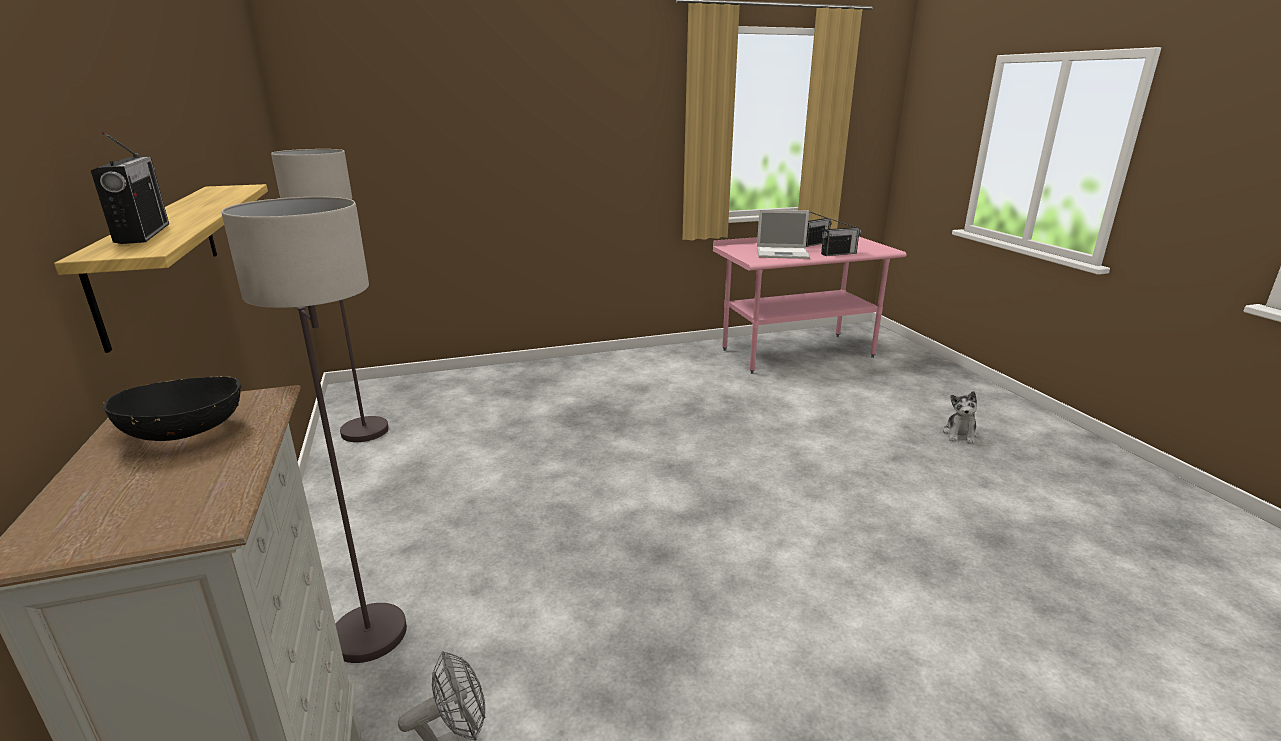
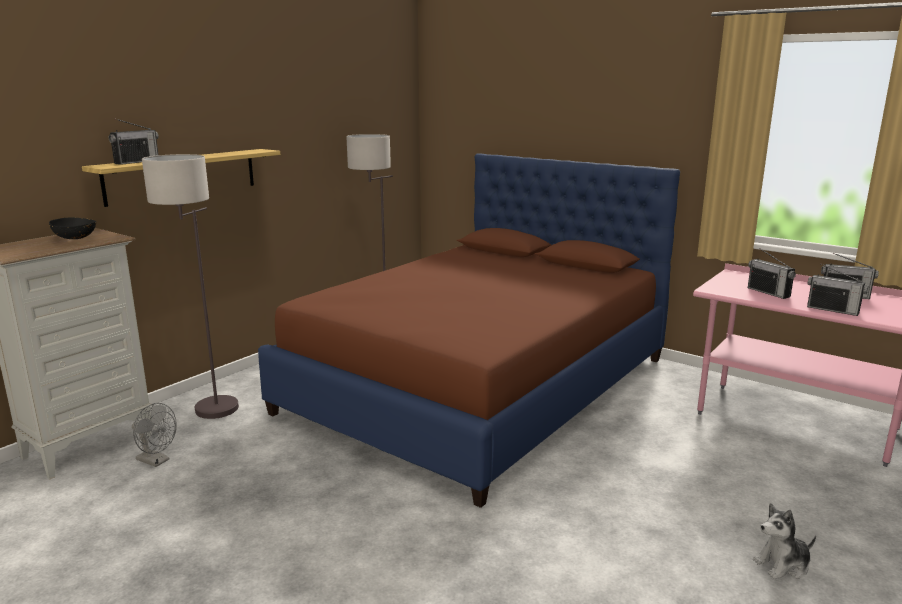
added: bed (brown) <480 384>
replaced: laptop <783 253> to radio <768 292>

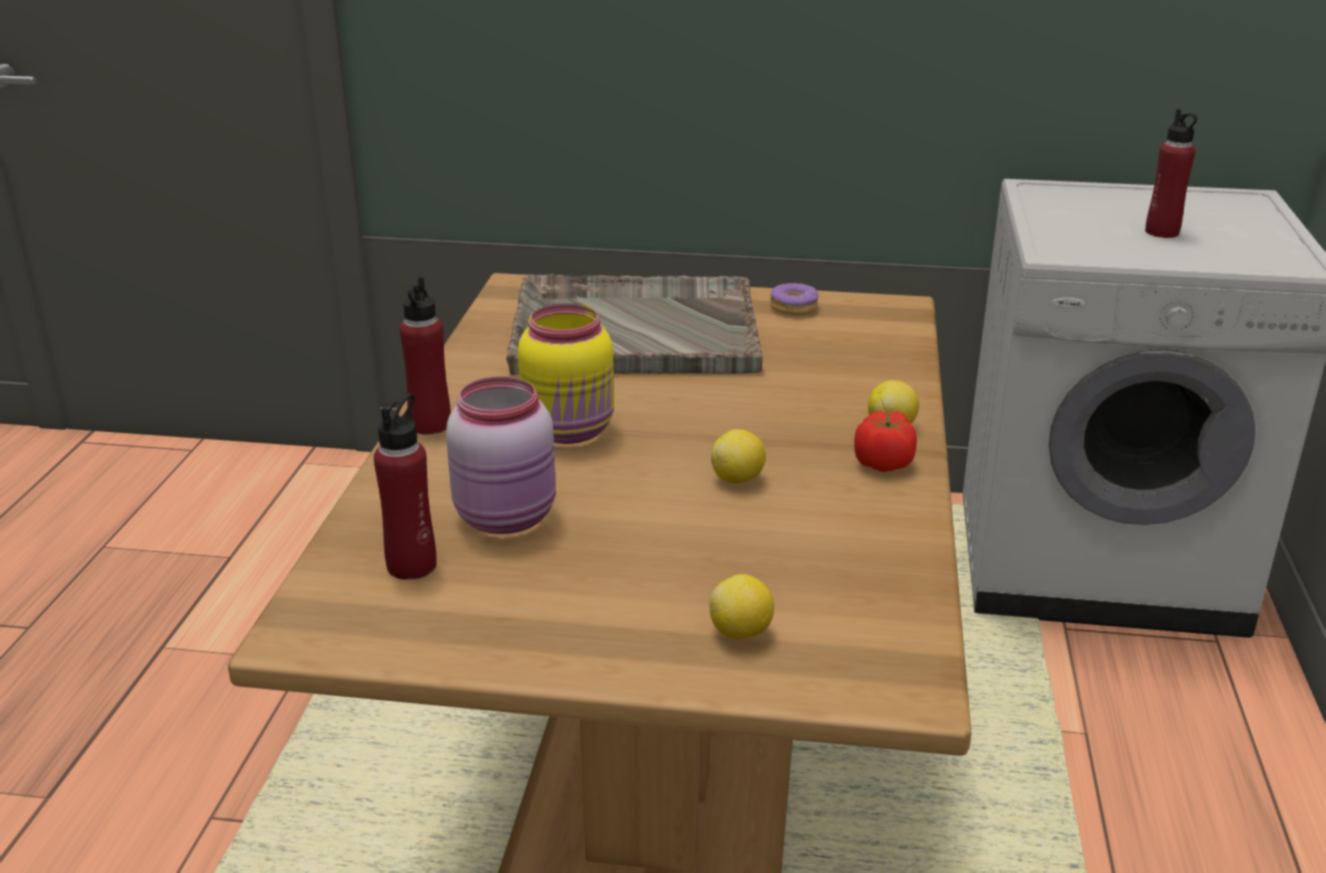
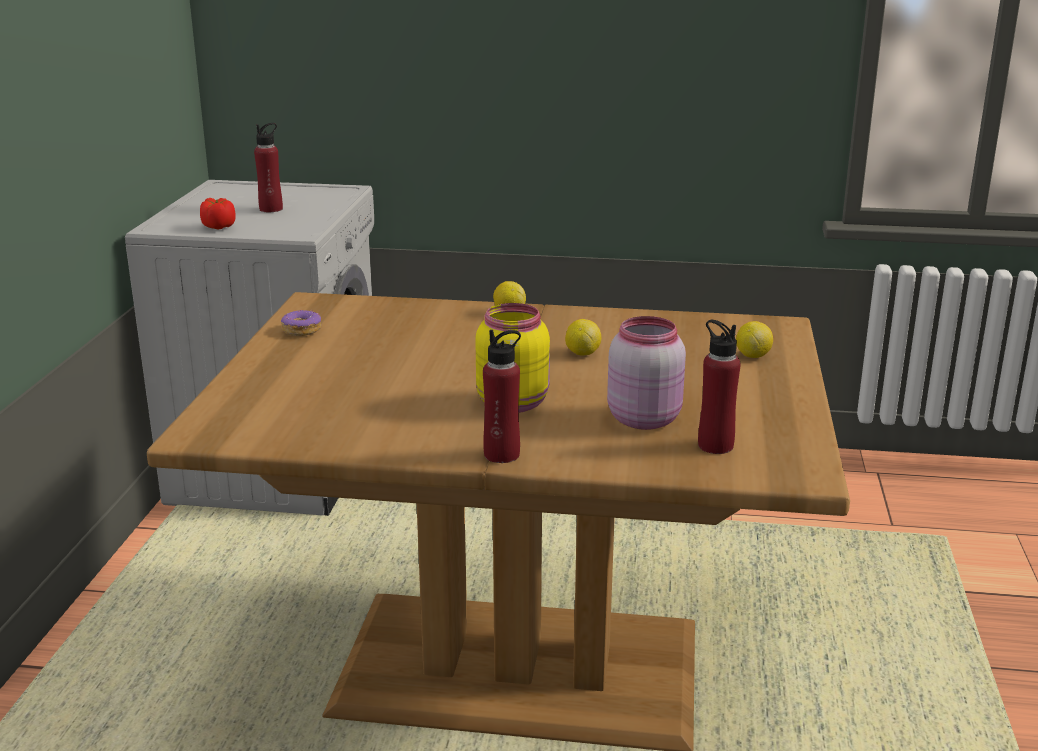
removed: tray (grey) <632 330>
moved: tomato <884 463> to <218 226>

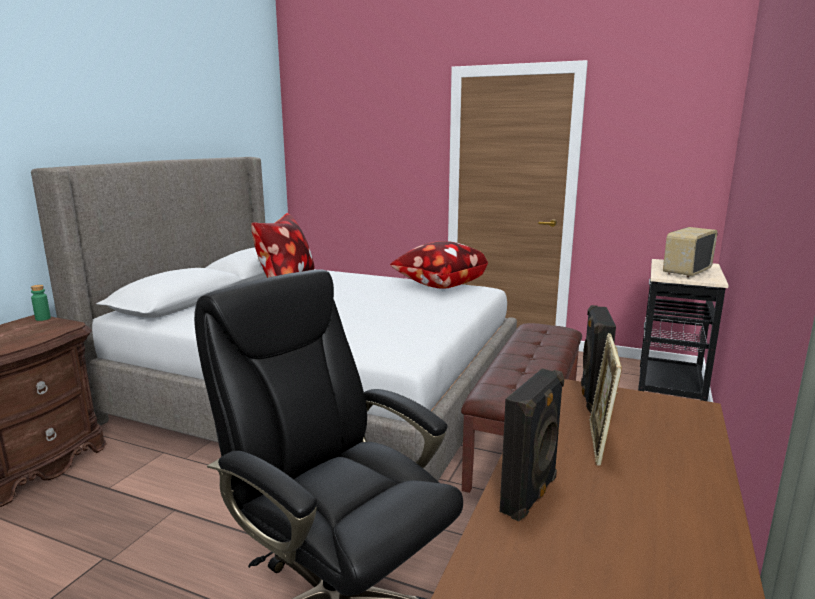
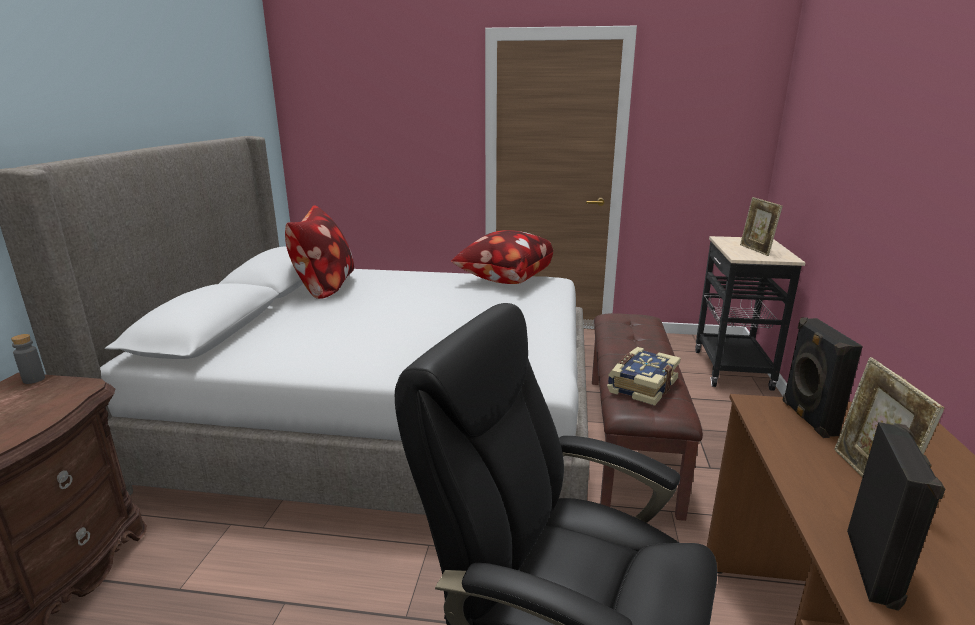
added: book <641 386>
replaced: radio <686 272> to picture frame <755 250>
recoloured: bottle (green) <43 318> to bottle (grey) <34 379>

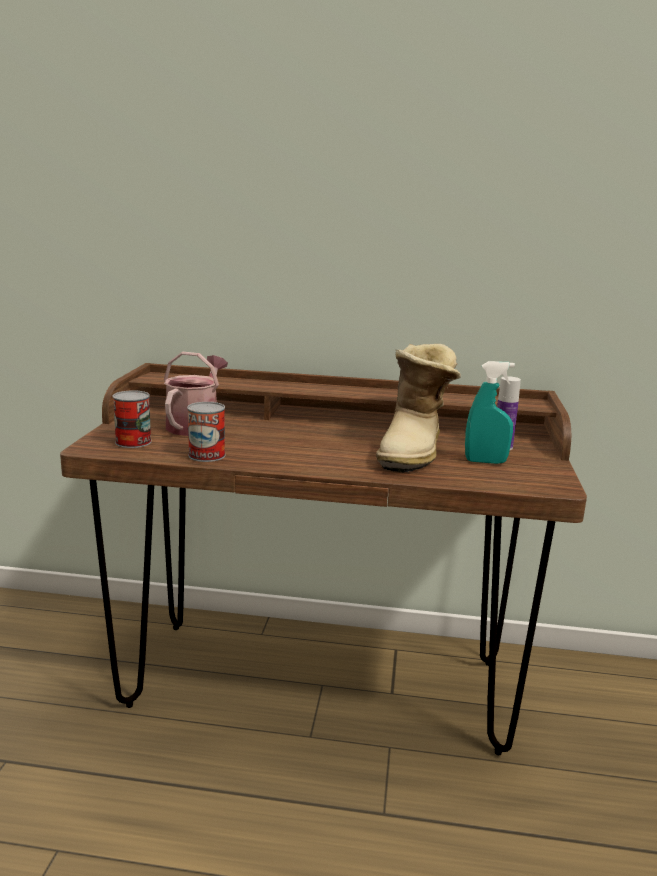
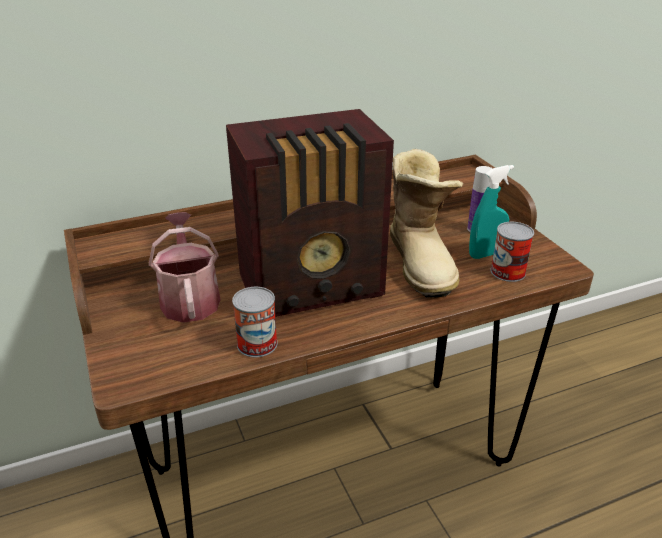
added: radio <314 287>
moved: can <133 442> to <508 272>

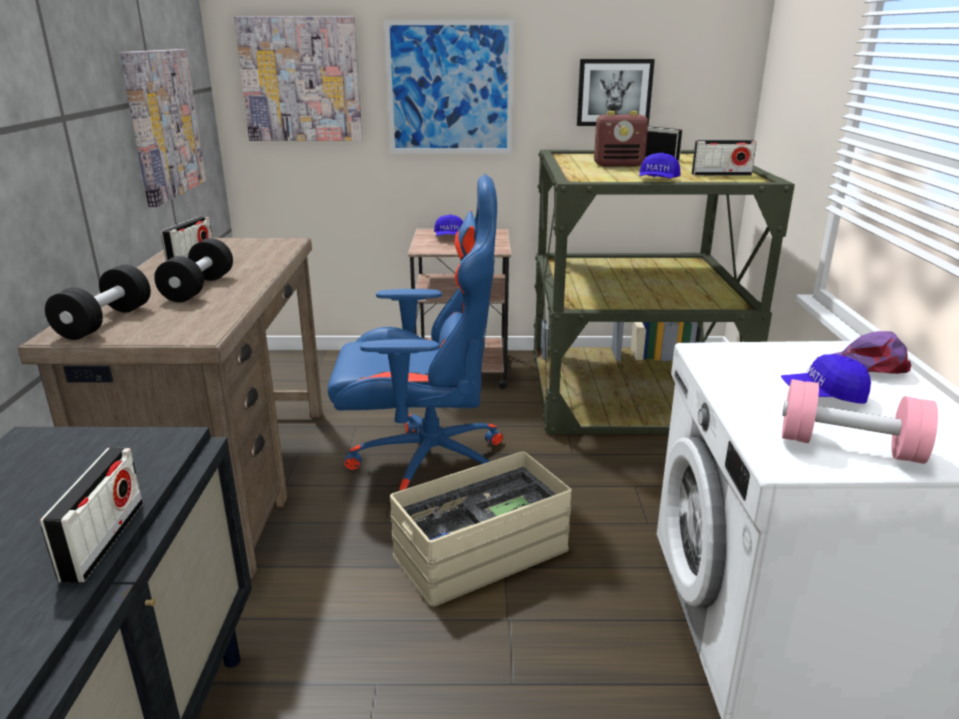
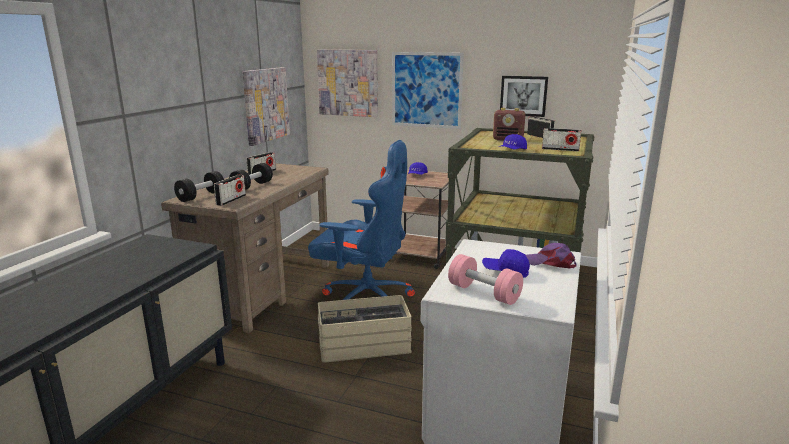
moved: radio <103 540> to <231 200>

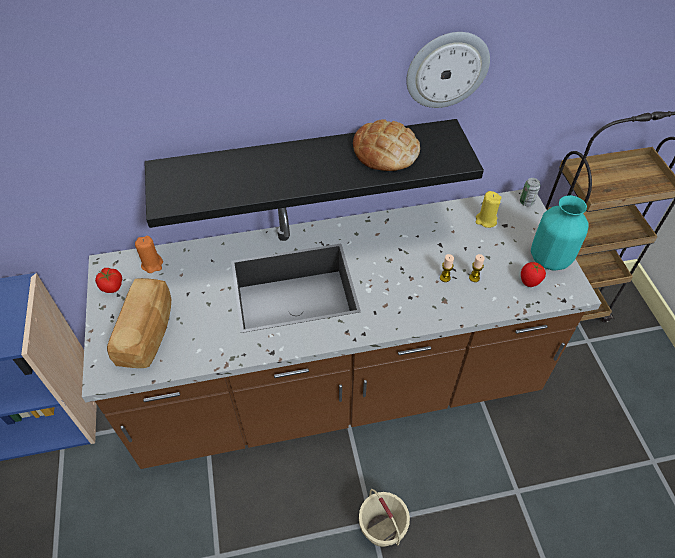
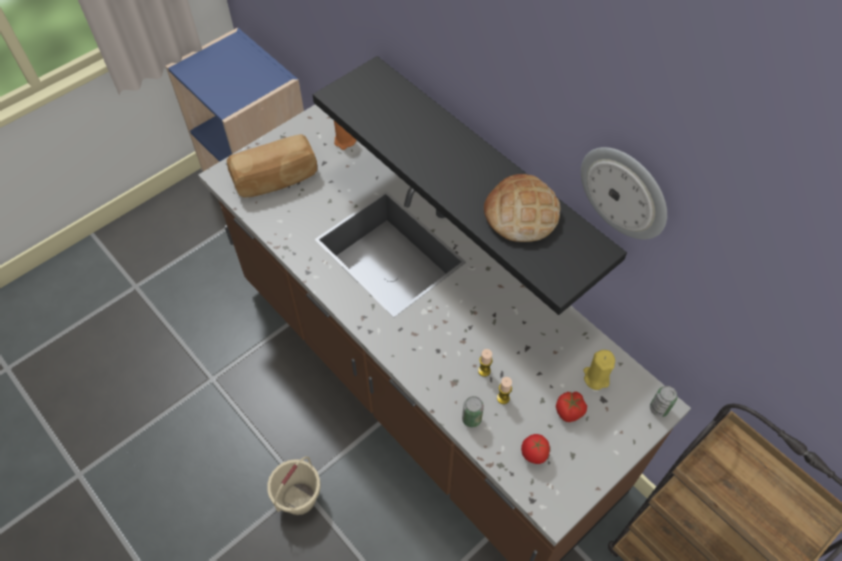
removed: vase (turquoise) <549 259>
added: can <471 419>
moved: tomato <112 286> to <569 411>

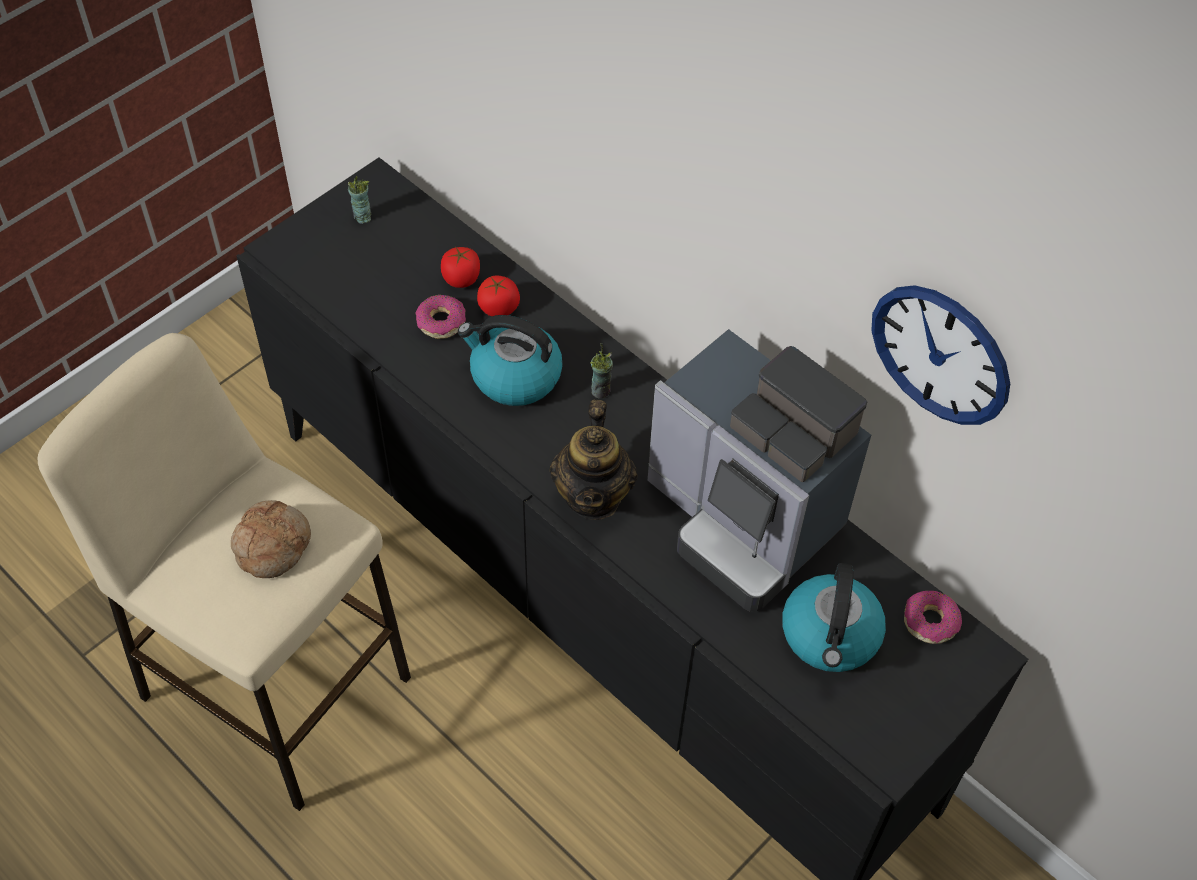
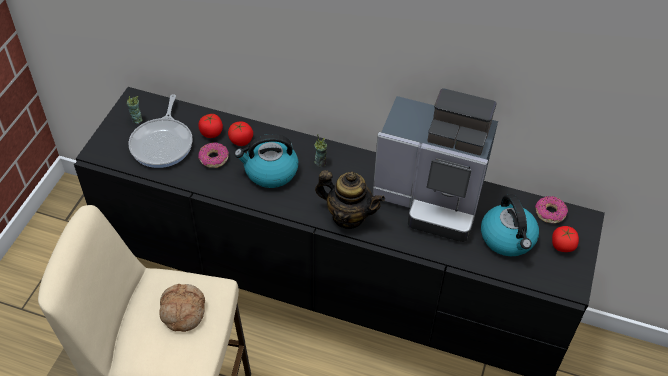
removed: wall clock <940 354>
added: frying pan <163 143>; tomato <562 245>
turned: teapot <593 495> = <348 216> 45 degrees counterclockwise

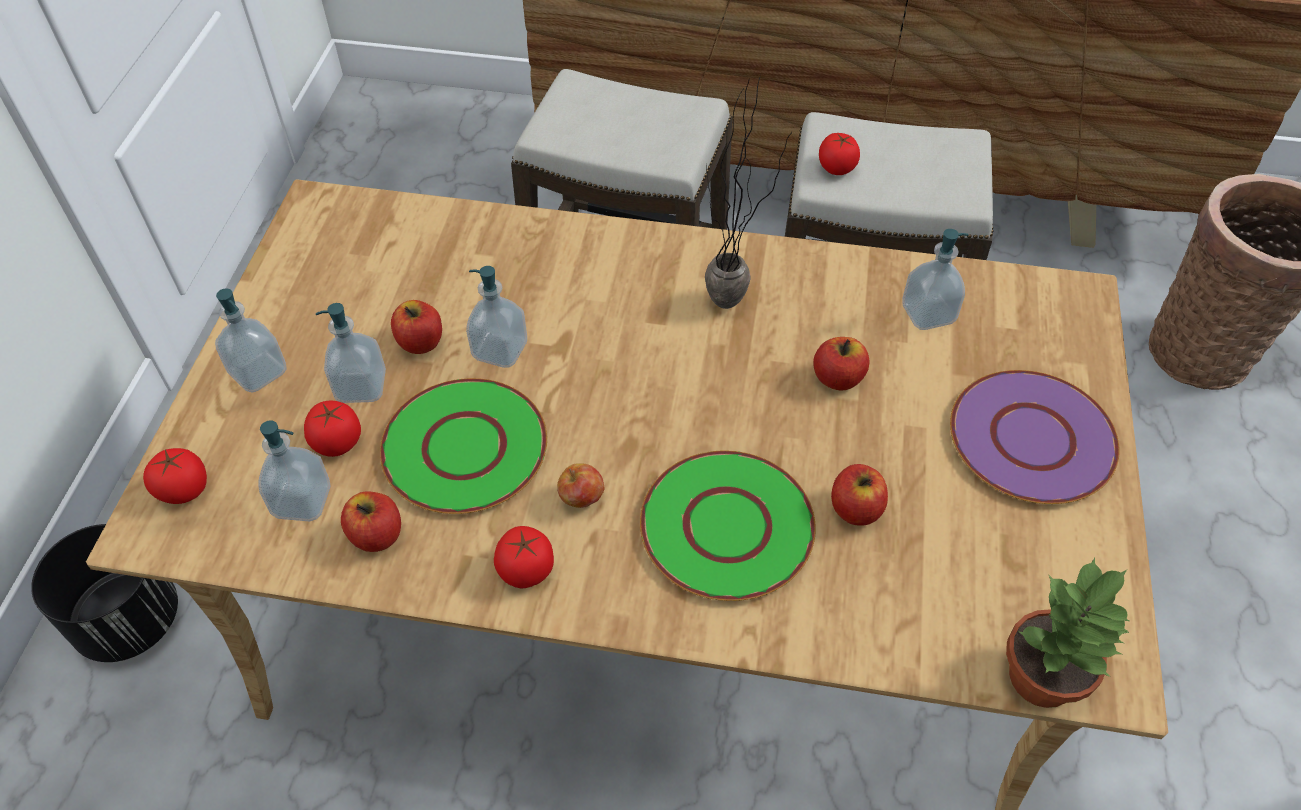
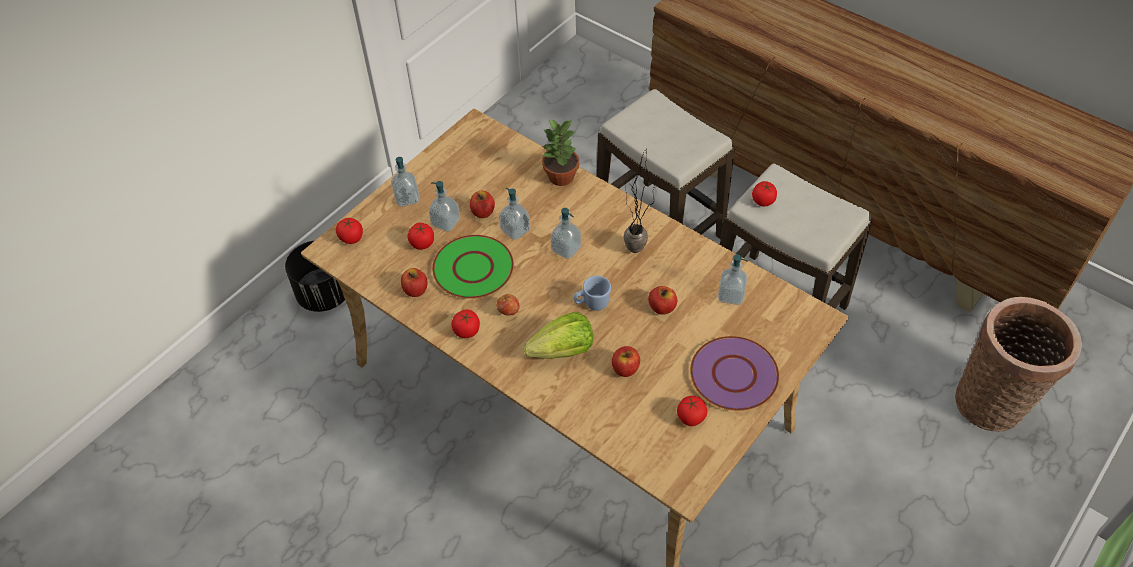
added: mug (blue) <592 304>; tomato <690 417>
moved: soap dispenser <302 501> to <566 249>; potted plant <1044 678> to <561 177>
replaced: plate (green) <728 526> to lettuce <563 351>

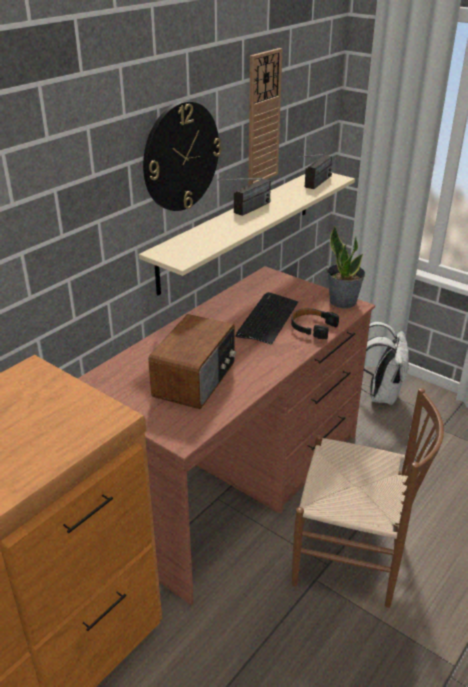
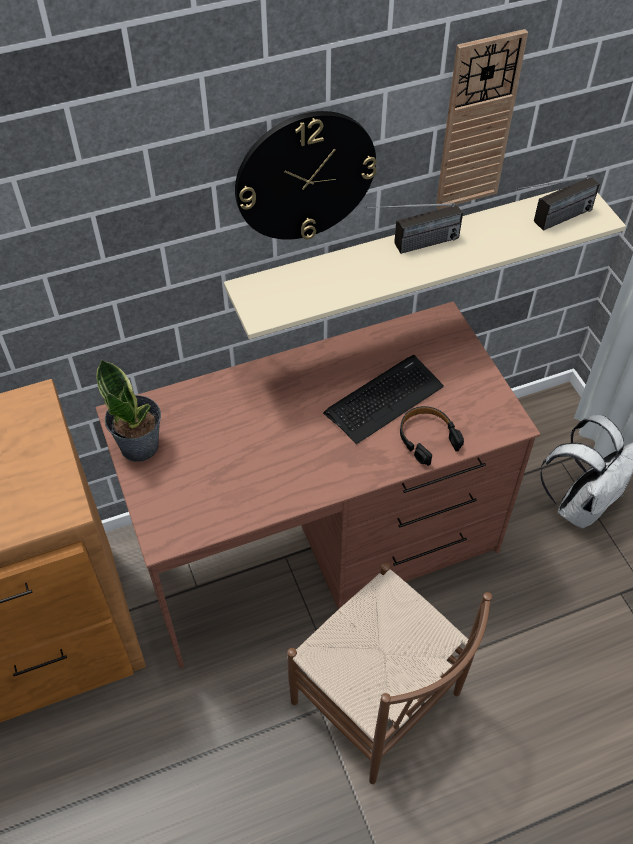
removed: radio <196 379>
moved: potted plant <343 301> to <140 445>

